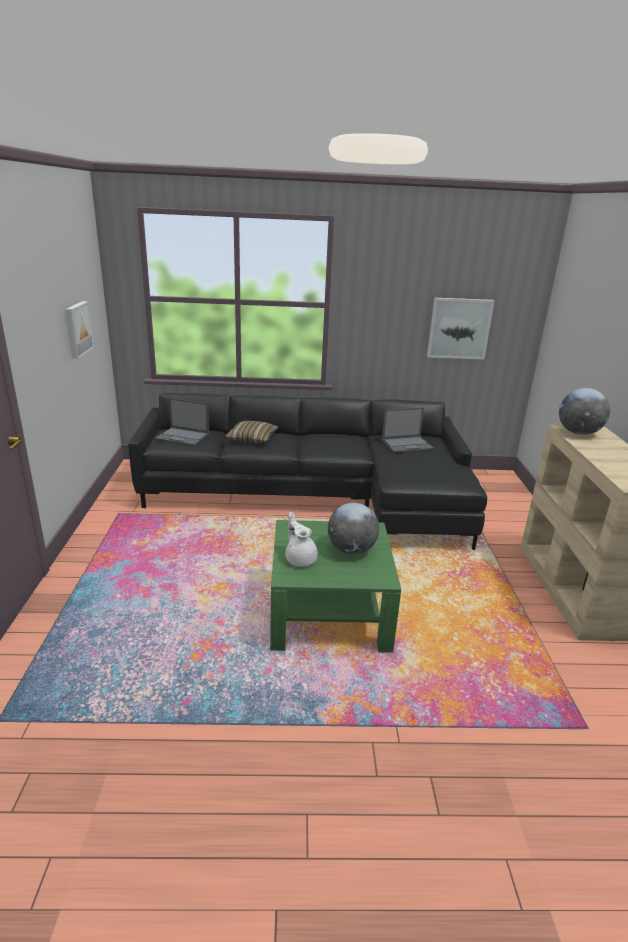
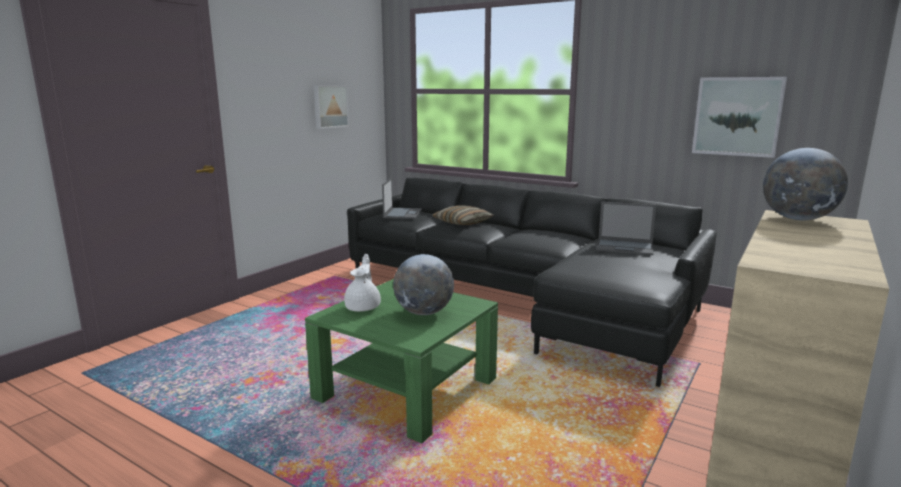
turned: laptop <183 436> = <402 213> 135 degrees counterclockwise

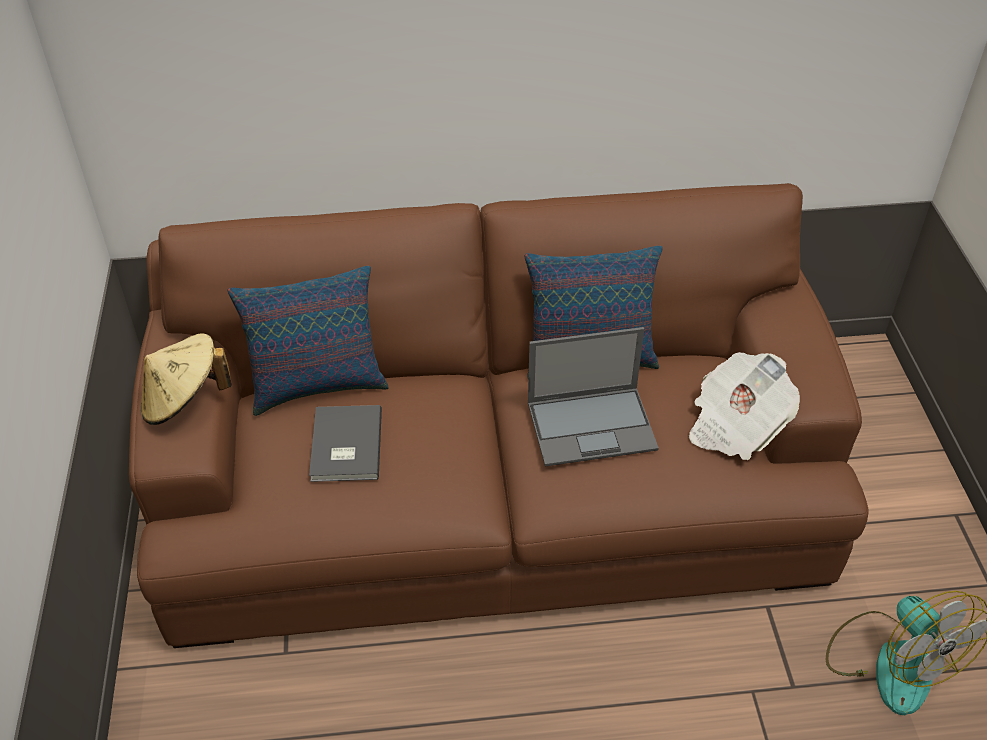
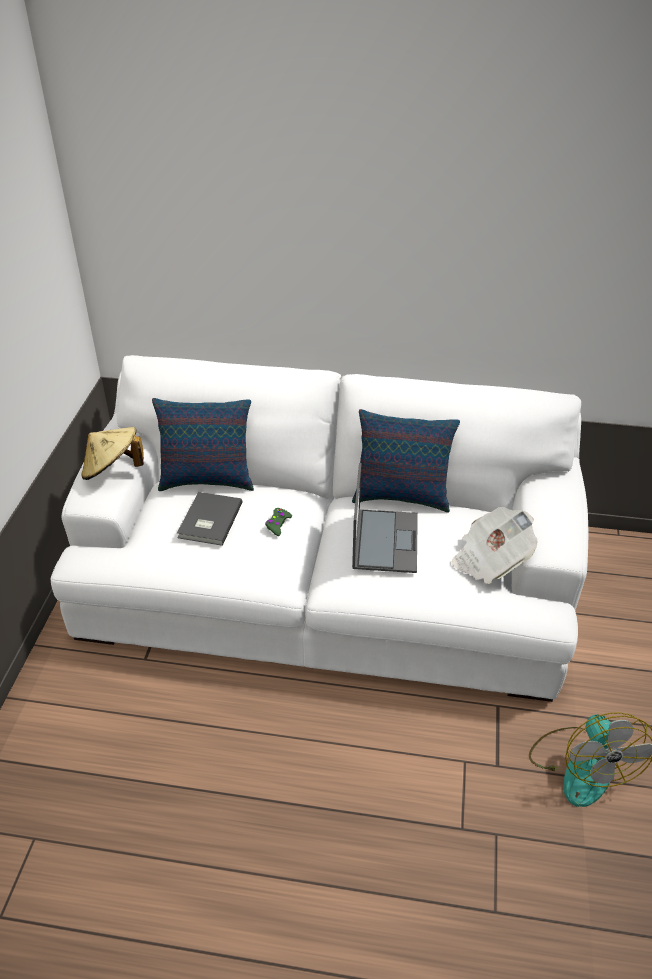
added: game controller (green) <278 524>
recoloured: sofa (brown) <493 485> to sofa (white) <326 581>
turned: laptop <593 425> = <385 540> 90 degrees counterclockwise

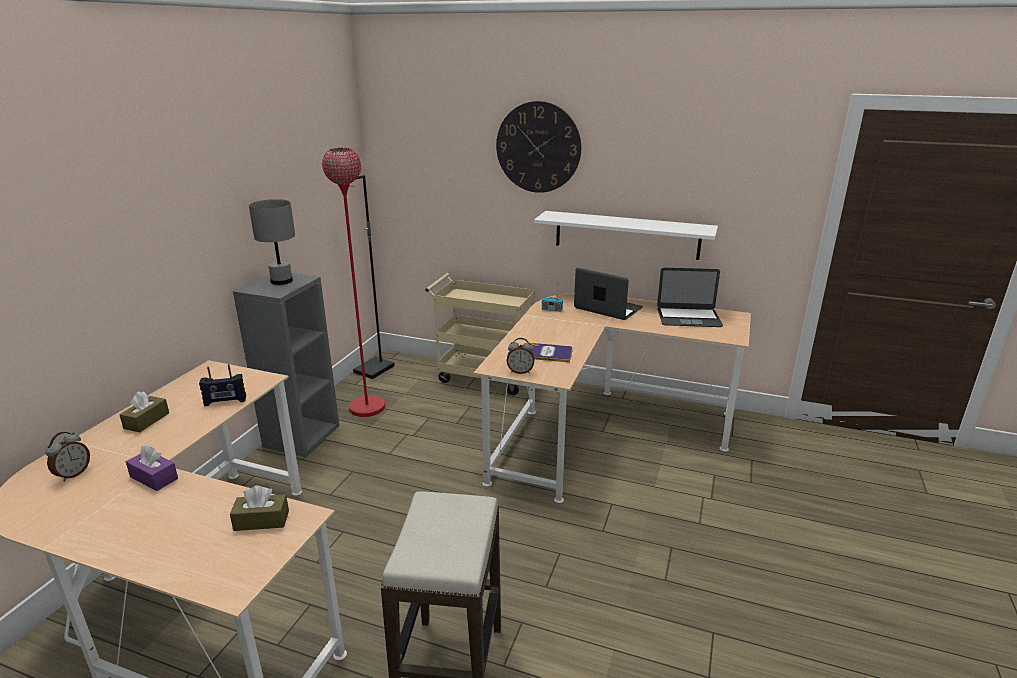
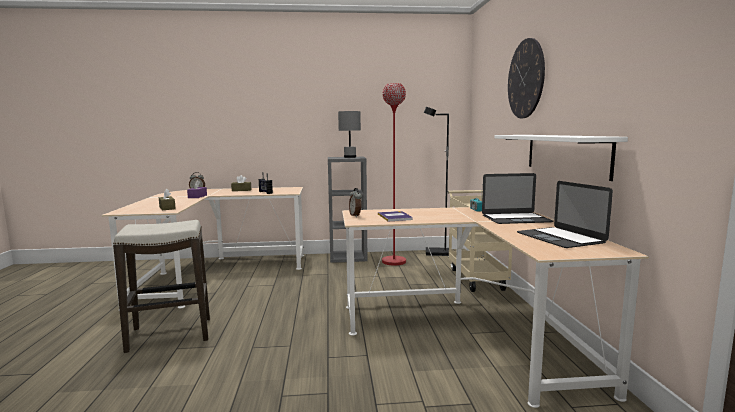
turned: laptop <608 308> = <516 218> 75 degrees clockwise

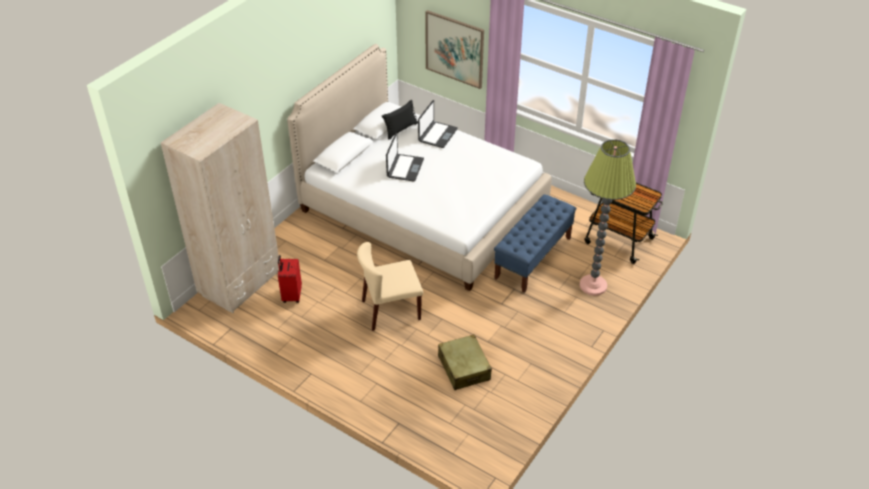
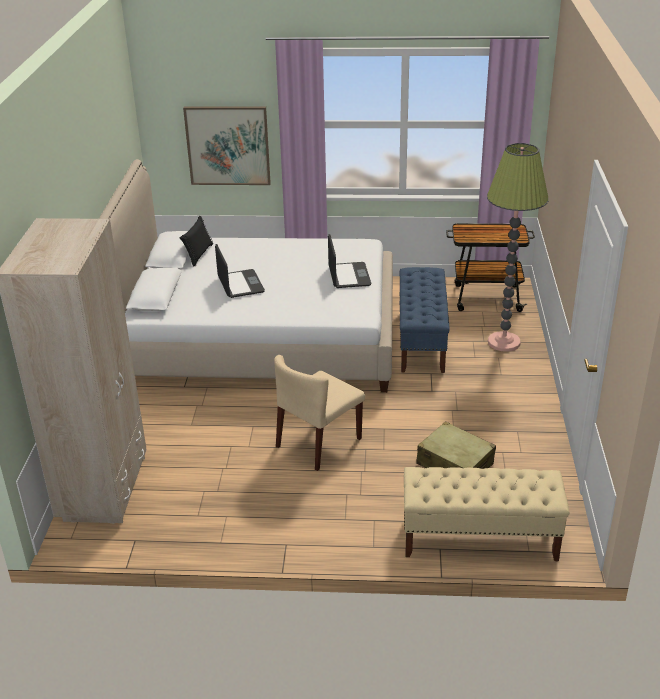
removed: suitcase (red) <291 295>
added: bench (beige) <479 539>
moved: laptop <437 135> to <348 276>

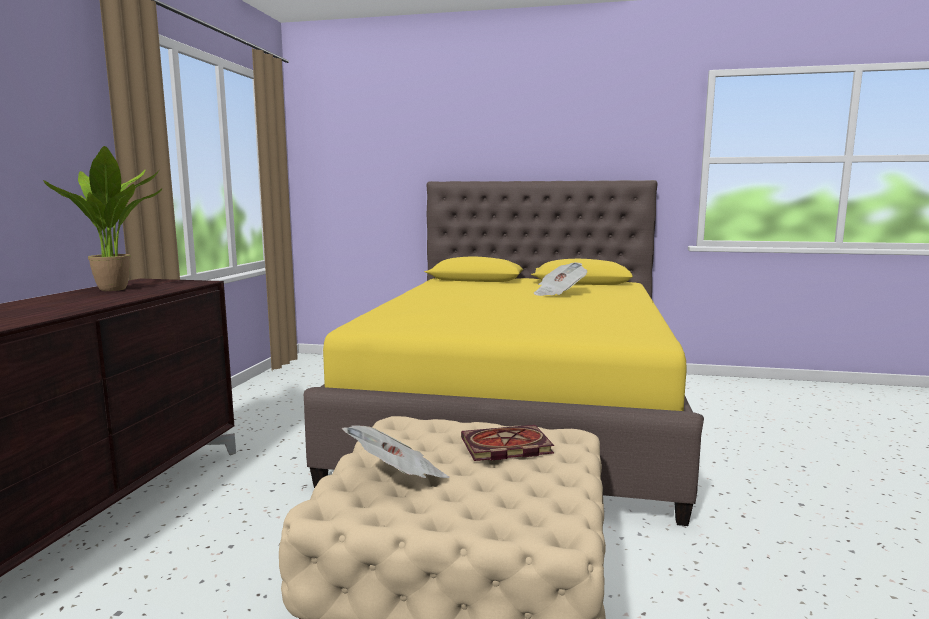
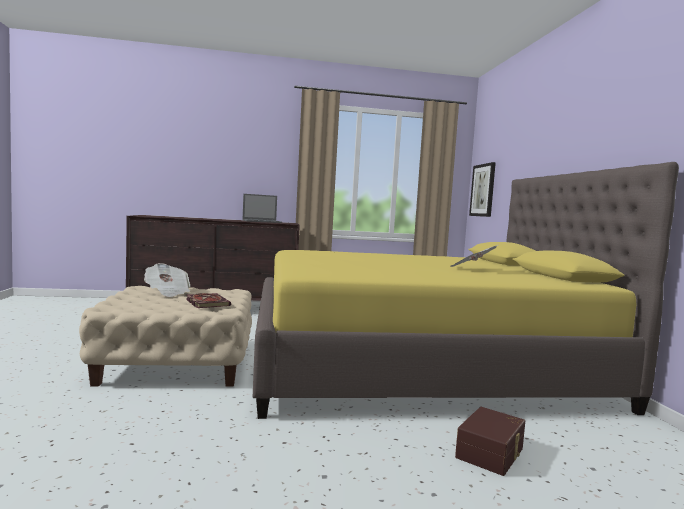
added: storage box (brown) <491 453>; picture <483 190>
replaced: potted plant <118 289> to laptop <262 221>

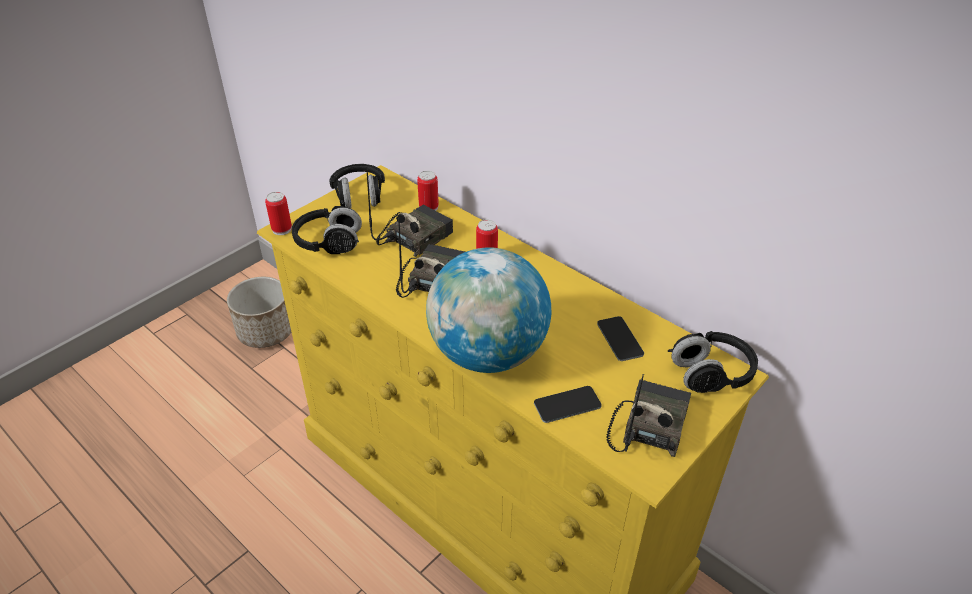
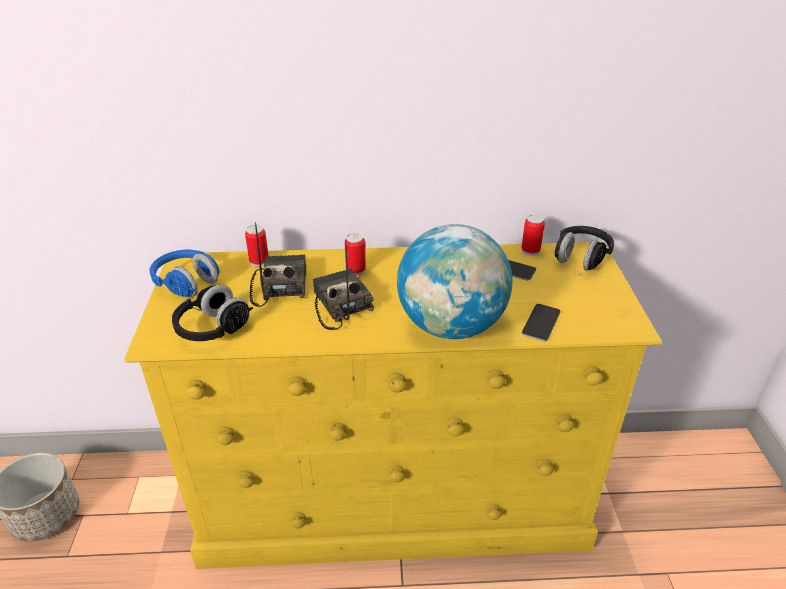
removed: radio <647 425>
moved: can <282 229> to <530 250>
recoloured: headphones (black) <359 197> to headphones (blue) <186 284>

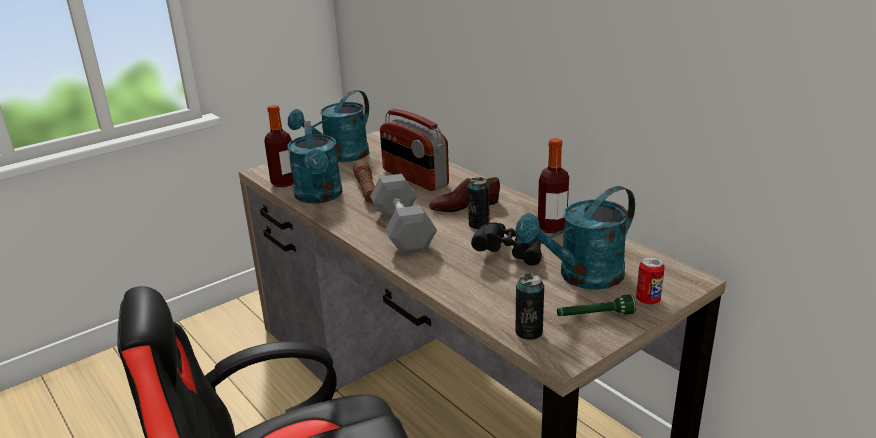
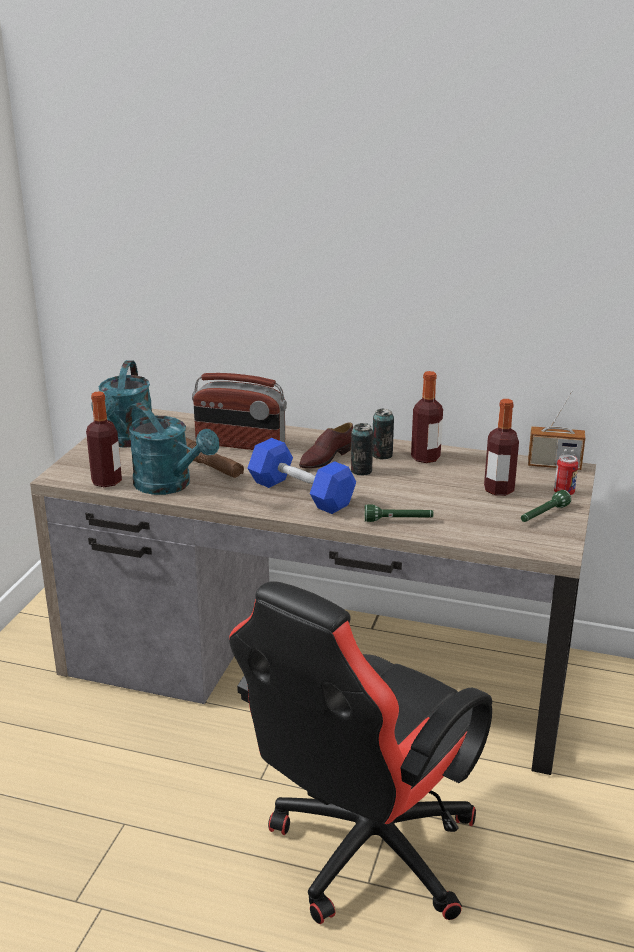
removed: binoculars (black) <508 254>
added: flashlight (green) <398 521>; radio <554 465>
moved: can <529 332> to <382 455>
replaced: watering can (turquoise) <582 277> to bottle <498 490>
recoloured: dumbbell (grey) <403 230> to dumbbell (blue) <301 493>

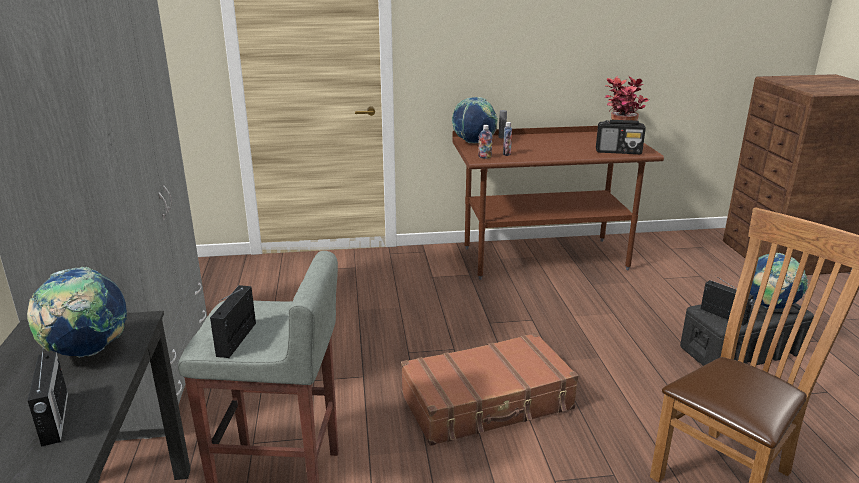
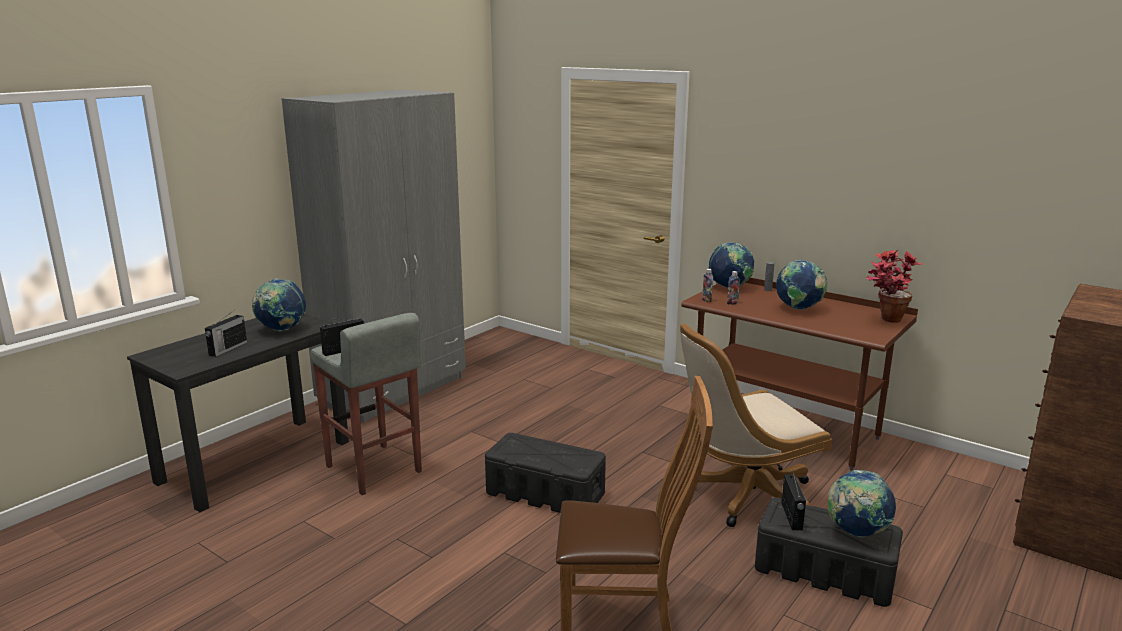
removed: radio <619 151>
added: office chair <743 497>; globe <798 309>
replaced: suitcase (brown) <488 403> to storage box (black) <546 494>

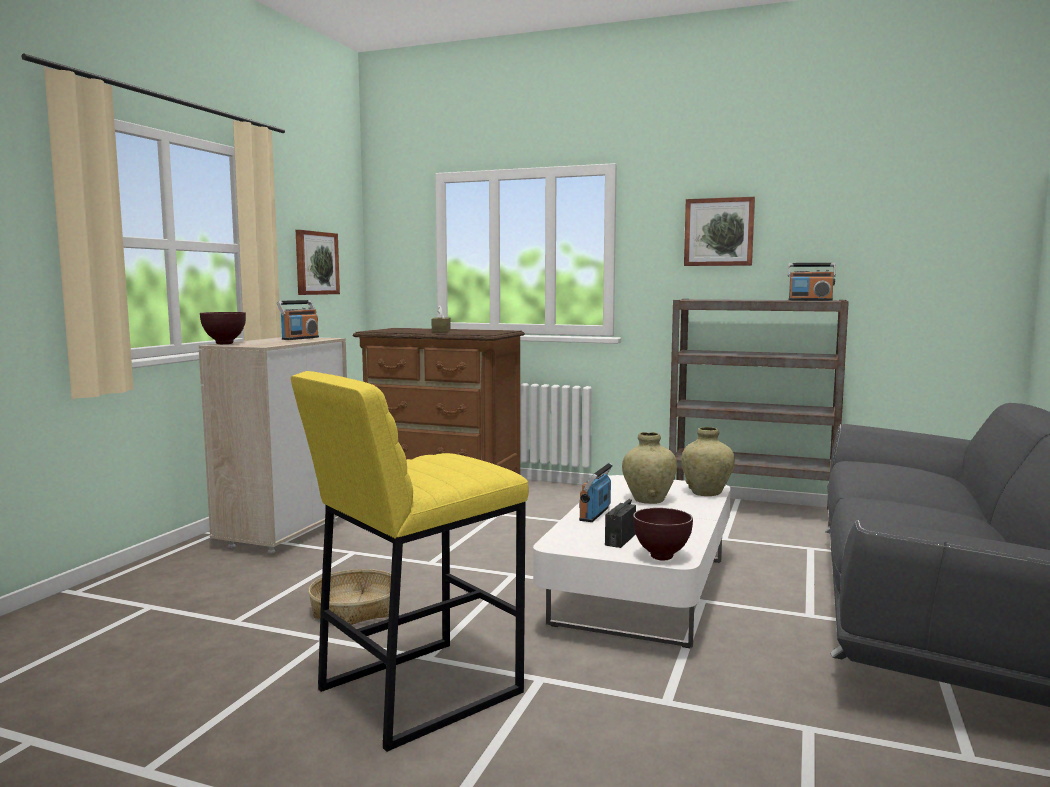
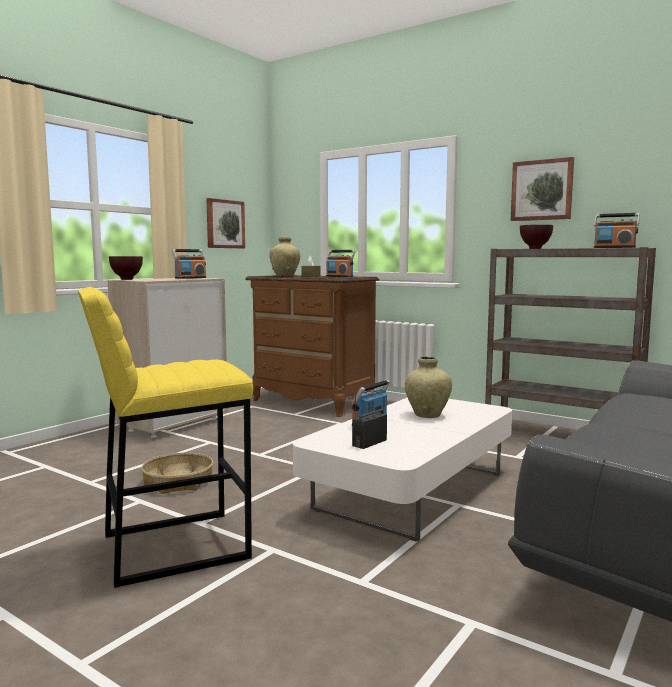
added: radio <339 276>
moved: bowl (brown) <662 557> to <535 248>; vase (beige) <706 493> to <285 276>

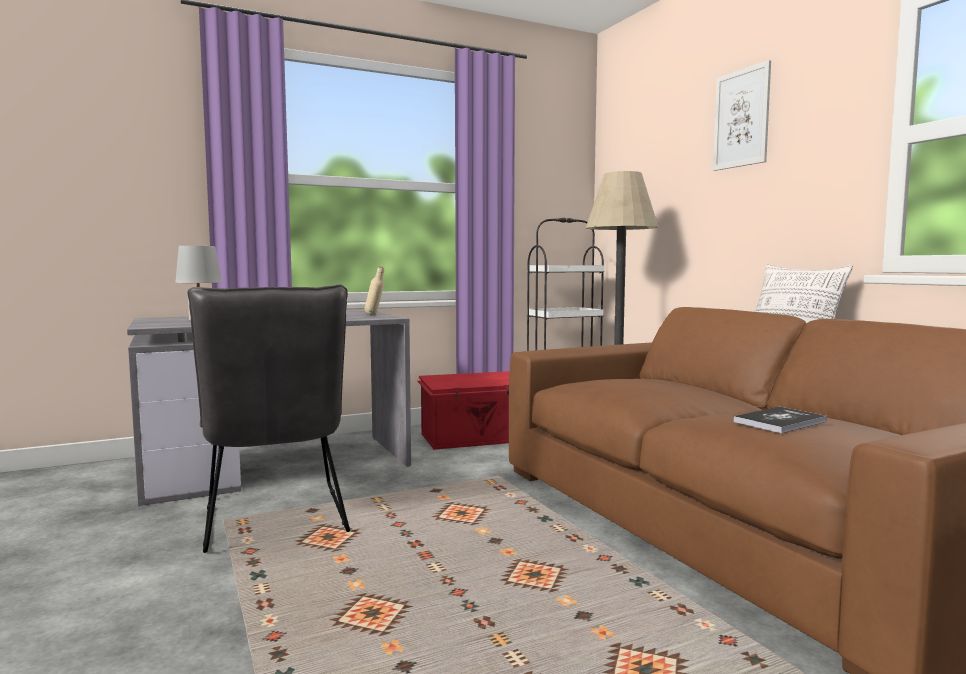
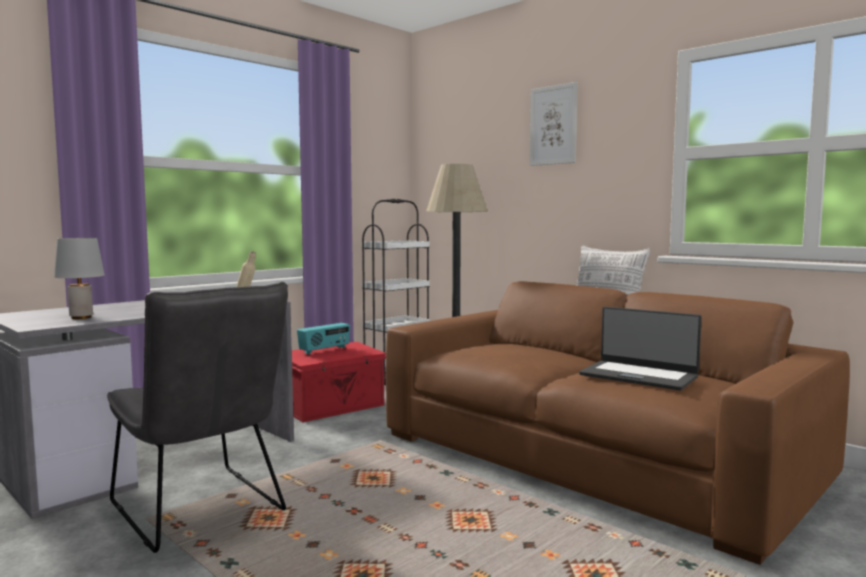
added: radio <325 350>
replaced: book <779 422> to laptop <639 375>

